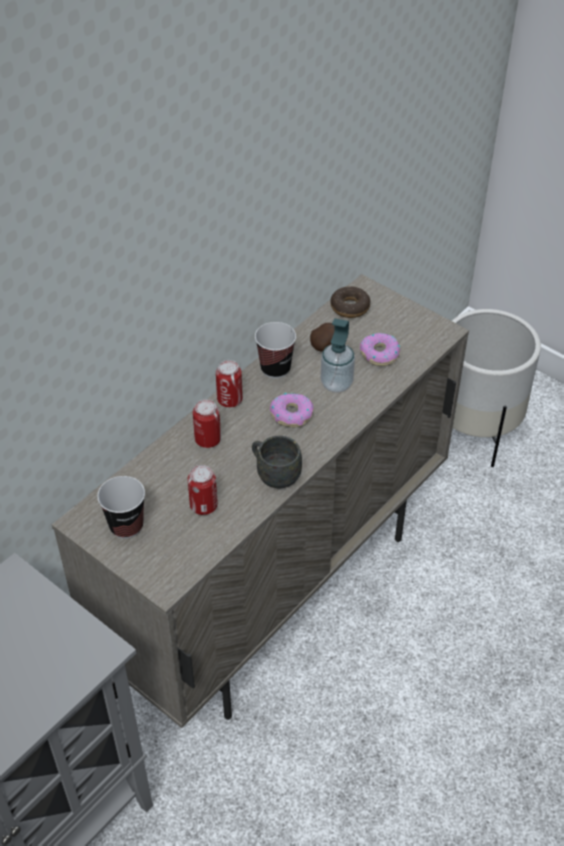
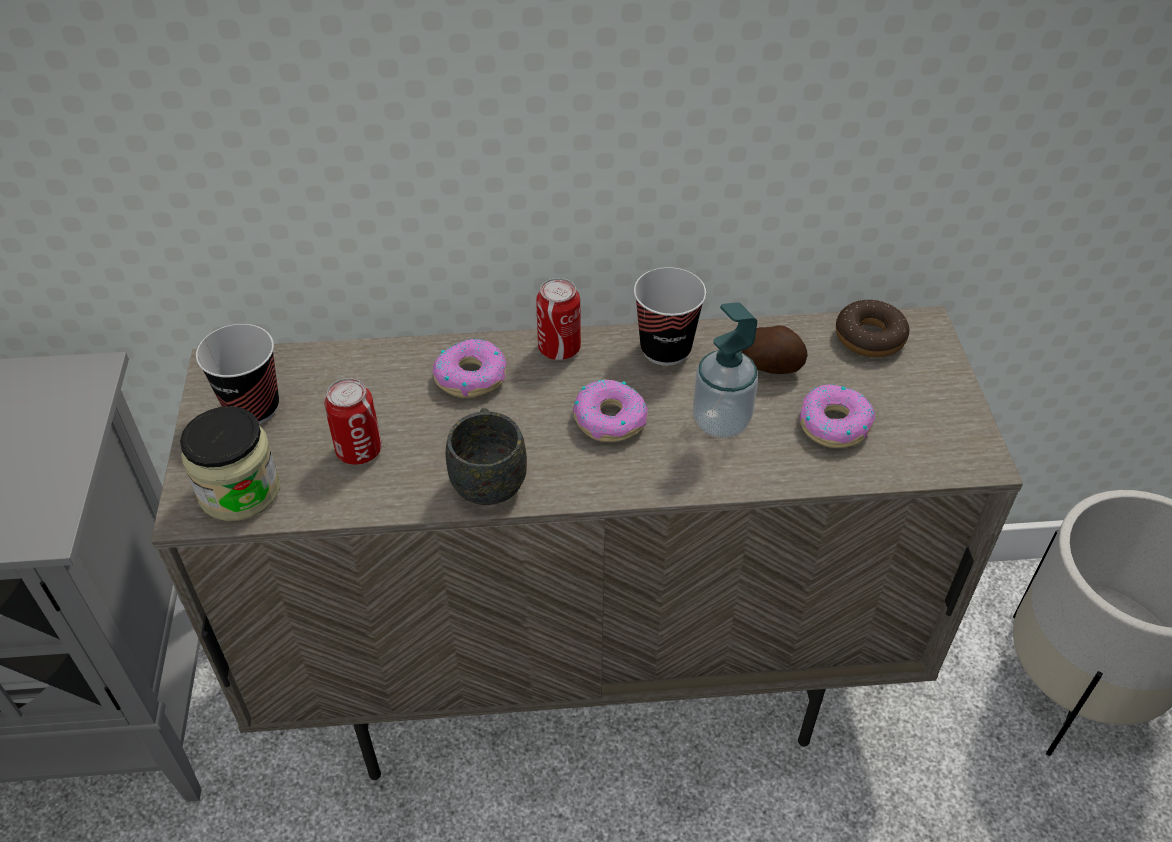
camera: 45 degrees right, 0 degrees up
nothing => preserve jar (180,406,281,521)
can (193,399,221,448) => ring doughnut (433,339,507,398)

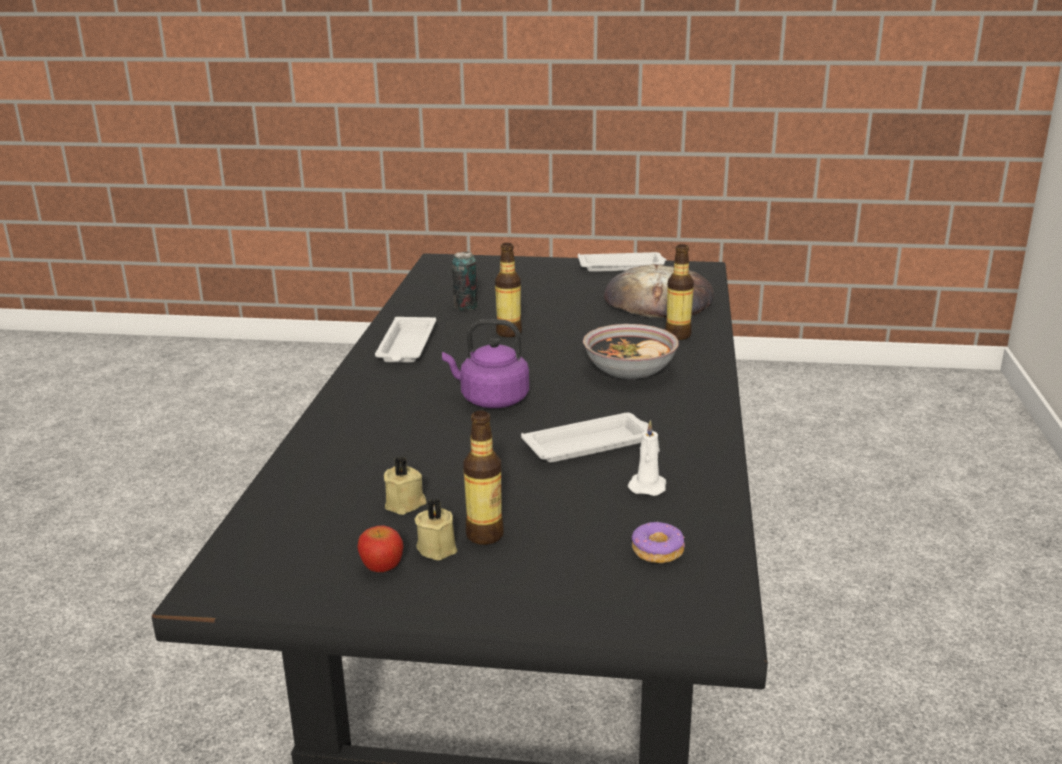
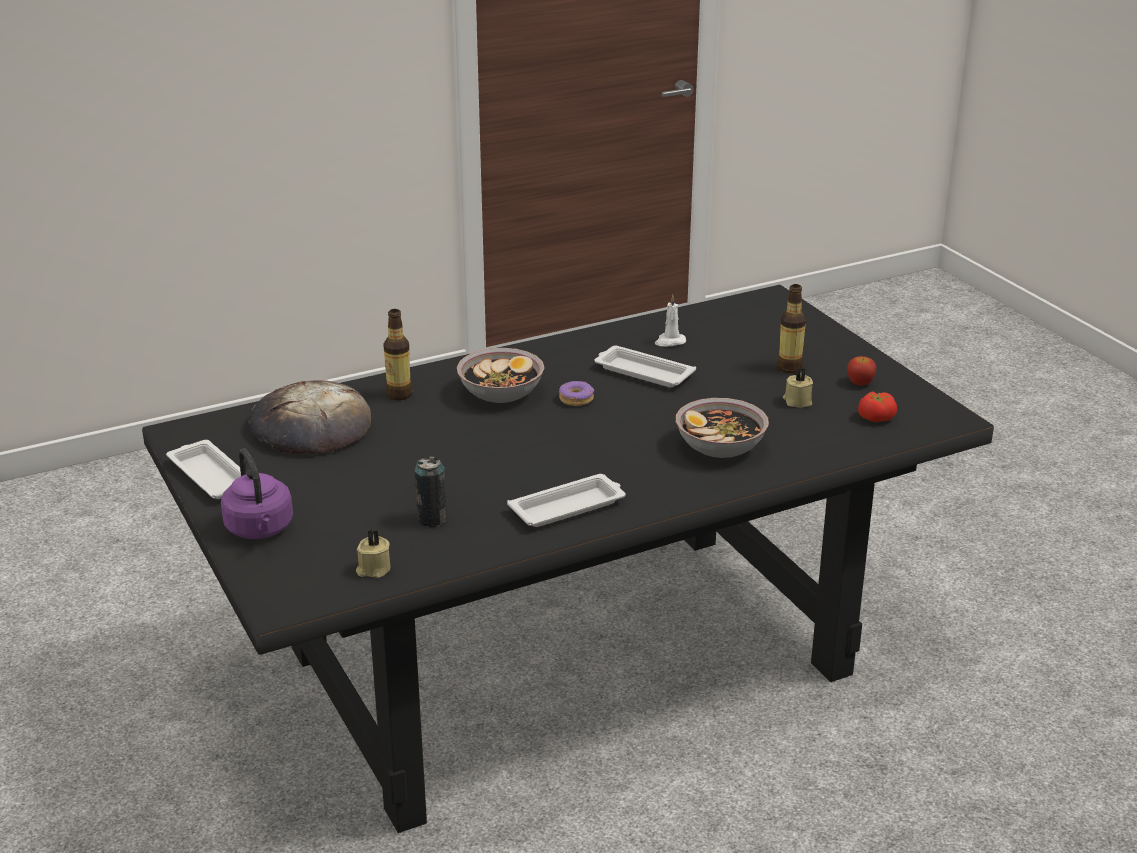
camera: 125 degrees left, 5 degrees up
drink bottle (495,243,522,337) => nothing
nothing => serving bowl (676,398,769,458)
nothing => tomato (858,391,897,422)
sand-coloured candle (415,499,457,560) => sand-coloured candle (356,530,391,578), moved
purple-coloured kettle (442,319,529,408) => purple-coloured kettle (221,448,293,539), moved
ring doughnut (632,522,685,563) => ring doughnut (559,381,594,406), moved

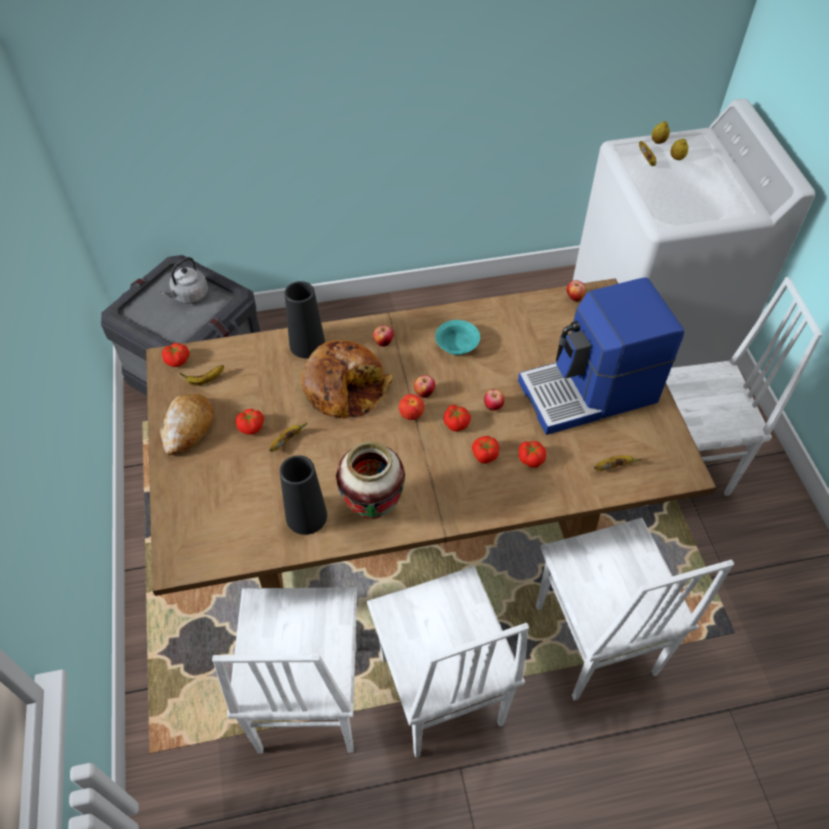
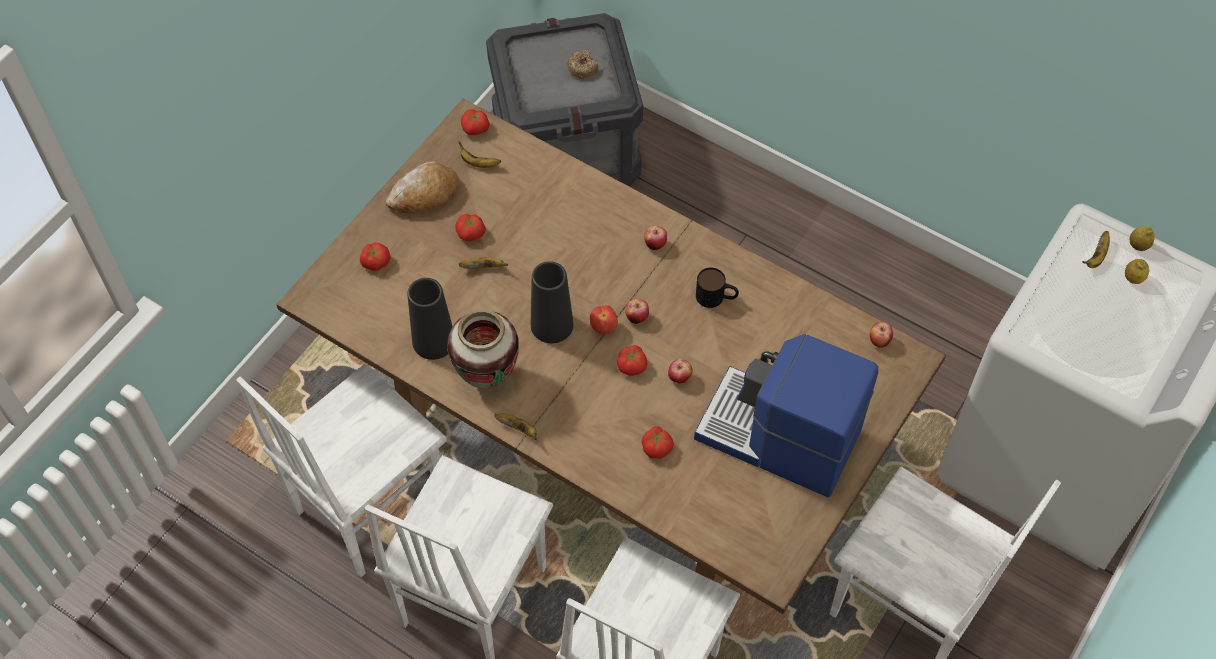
camera: 45 degrees right, 5 degrees up
baked bread (301,340,392,419) => nothing
blackish decorative vase (285,281,325,358) => blackish decorative vase (531,261,574,343), moved
tomato (472,436,500,464) => tomato (360,243,391,271), moved
whole banana (594,455,641,471) => whole banana (494,413,537,440), moved
grey kettle (161,257,208,304) => ring doughnut (567,50,598,79)
turquoise-coloured serving bowl (435,320,480,355) => mug (696,267,739,308)

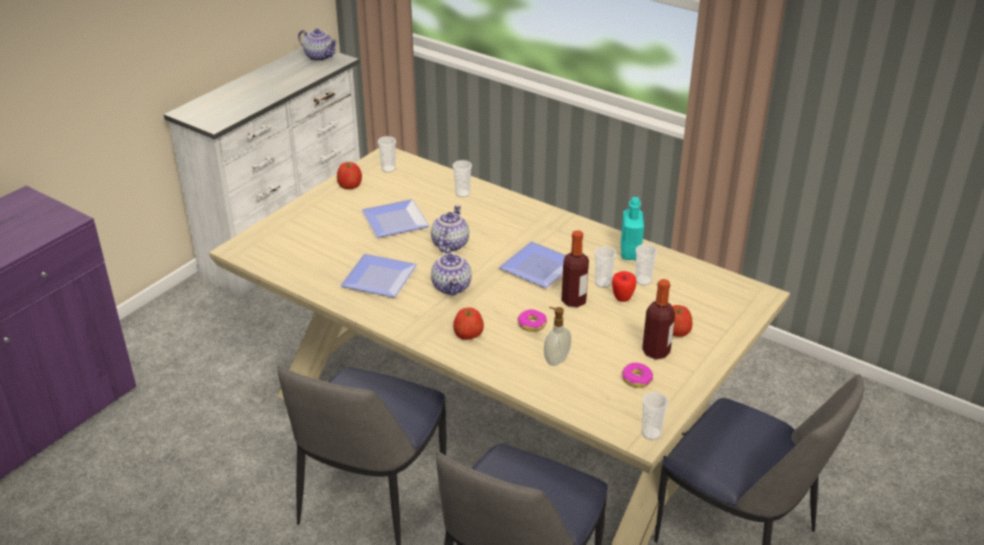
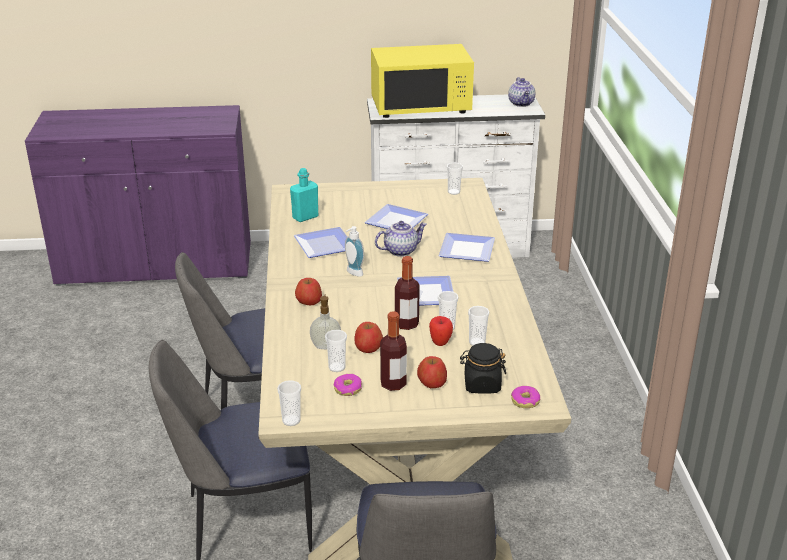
camera: 50 degrees right, 5 degrees down
nothing => yellow-coloured kitchen microwave (371,44,474,118)
nothing => flat dish (439,233,495,262)
nothing => blackish preserve jar (460,343,506,394)
apple (337,162,362,189) => apple (355,322,383,353), moved
cup (453,160,472,197) => cup (325,330,347,372), moved
ring doughnut (518,309,547,332) => ring doughnut (511,386,540,408), moved
turquoise-coloured drink bottle (621,197,644,260) => turquoise-coloured drink bottle (290,168,318,222), moved
tea pot (431,246,472,296) => soap bottle (345,226,364,277)

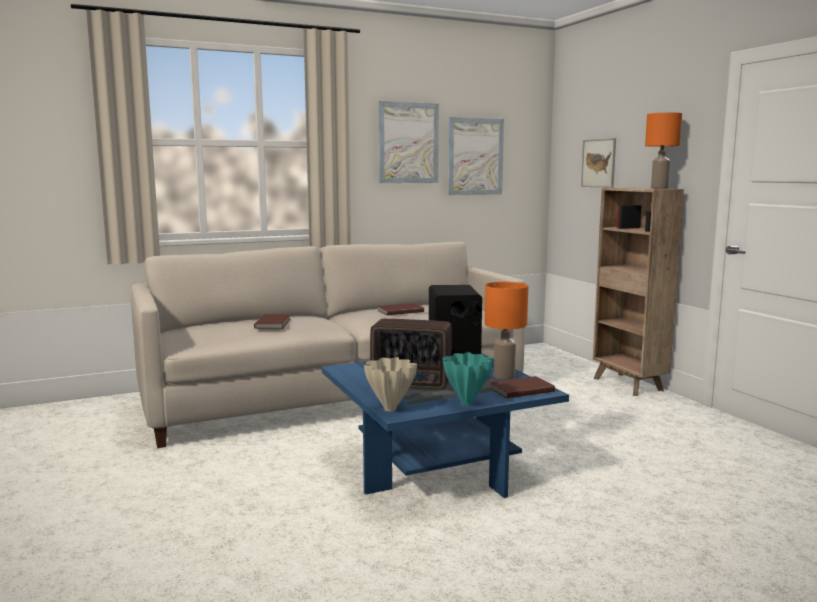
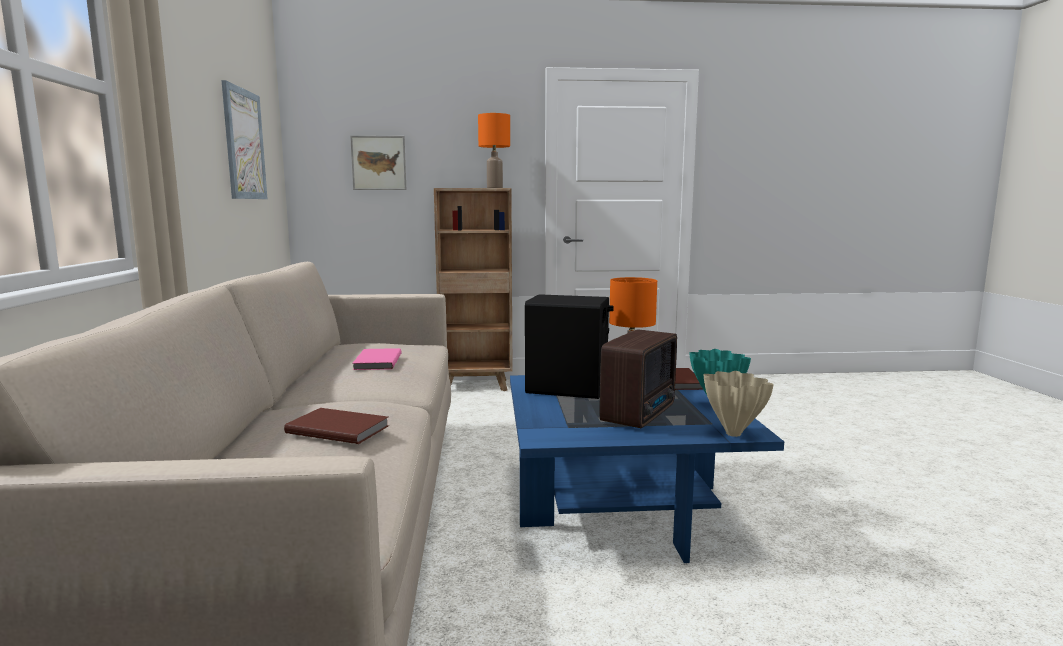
camera: 70 degrees left, 0 degrees up
picture (378,101,439,183) => nothing
brown-coloured book (378,303,424,315) => pinkish book (353,348,402,370)

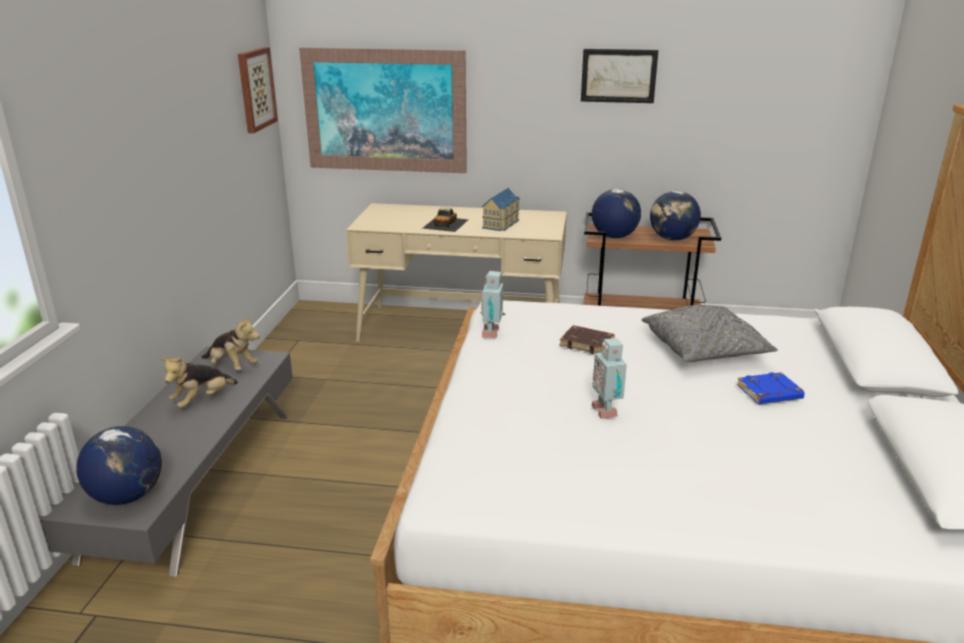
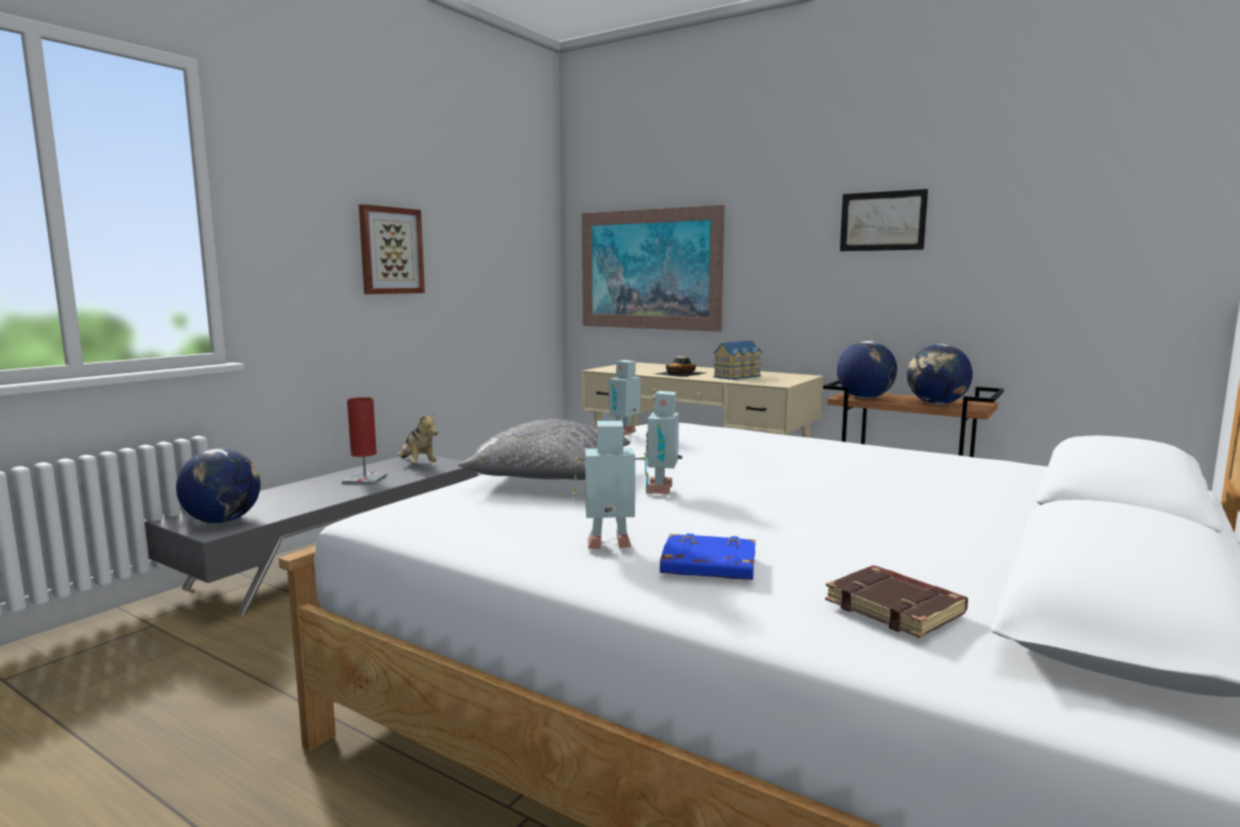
camera: 25 degrees right, 15 degrees down
nothing => model robot (574,421,648,549)
picture (238,47,278,133) => picture (359,204,425,294), moved
brown-coloured book (560,325,615,354) => brown-coloured book (825,566,968,638), moved
grey cushion (642,305,778,362) => grey cushion (458,419,630,480), moved
blue book (737,372,805,404) => blue book (660,533,756,580), moved
cuddly toy (161,357,238,408) => red tabletop lamp (342,397,387,484)

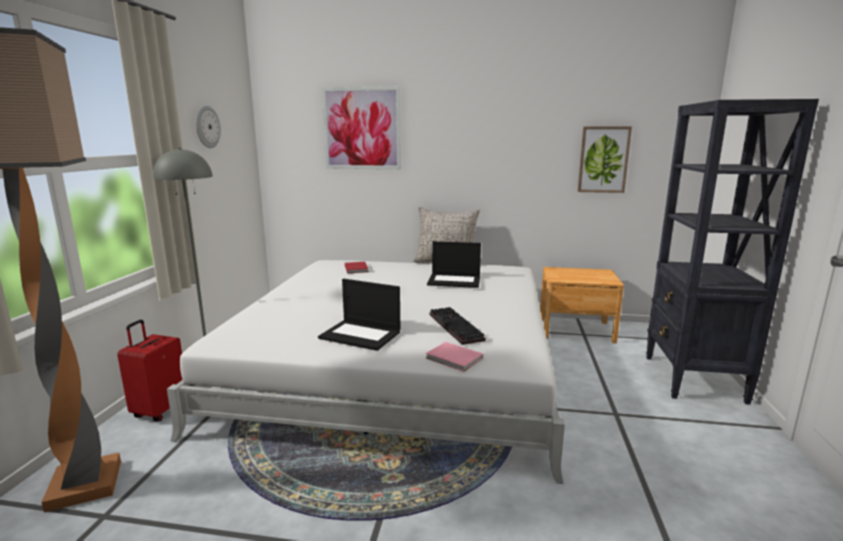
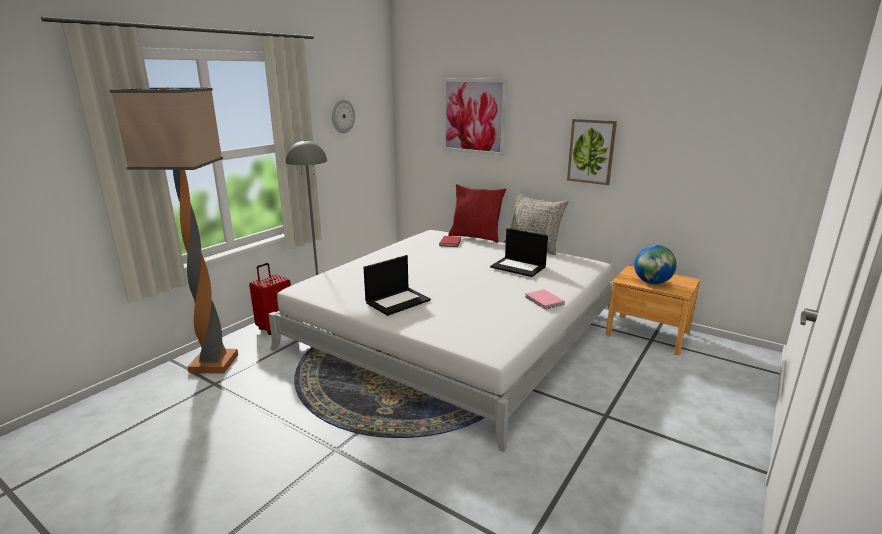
camera: 25 degrees right, 5 degrees up
computer keyboard (429,307,486,345) => nothing
blackish bookcase (646,99,819,405) => nothing
nothing => red cushion (448,184,506,243)
nothing => desk globe (634,245,677,284)
pinkish book (426,342,483,372) => pinkish book (525,289,565,310), moved
picture (578,126,632,193) => picture (567,119,617,185), moved
portable computer (318,279,400,351) => portable computer (364,255,431,316), 90 degrees counterclockwise

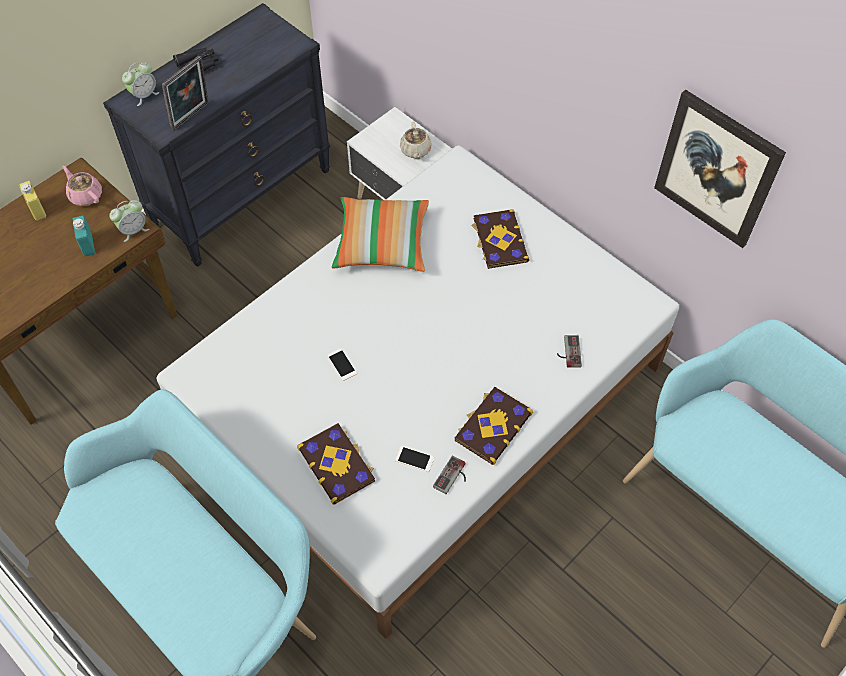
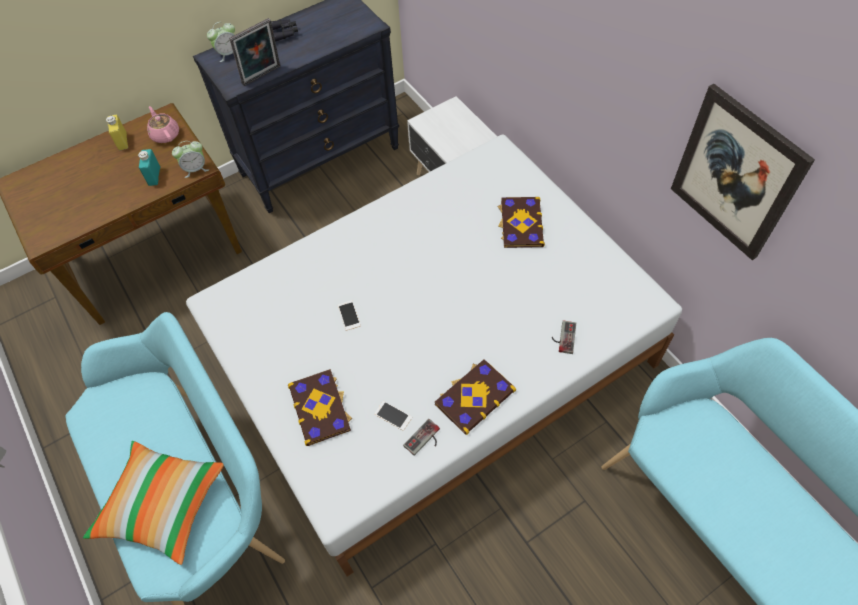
camera: 15 degrees right, 0 degrees up
sand-coloured tea pot (400,122,432,159) => nothing
cushion (331,197,429,272) => cushion (83,441,224,565), moved

